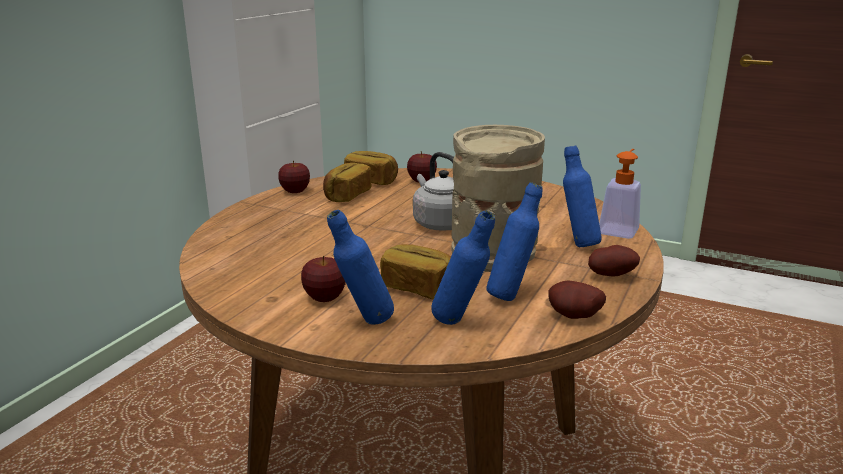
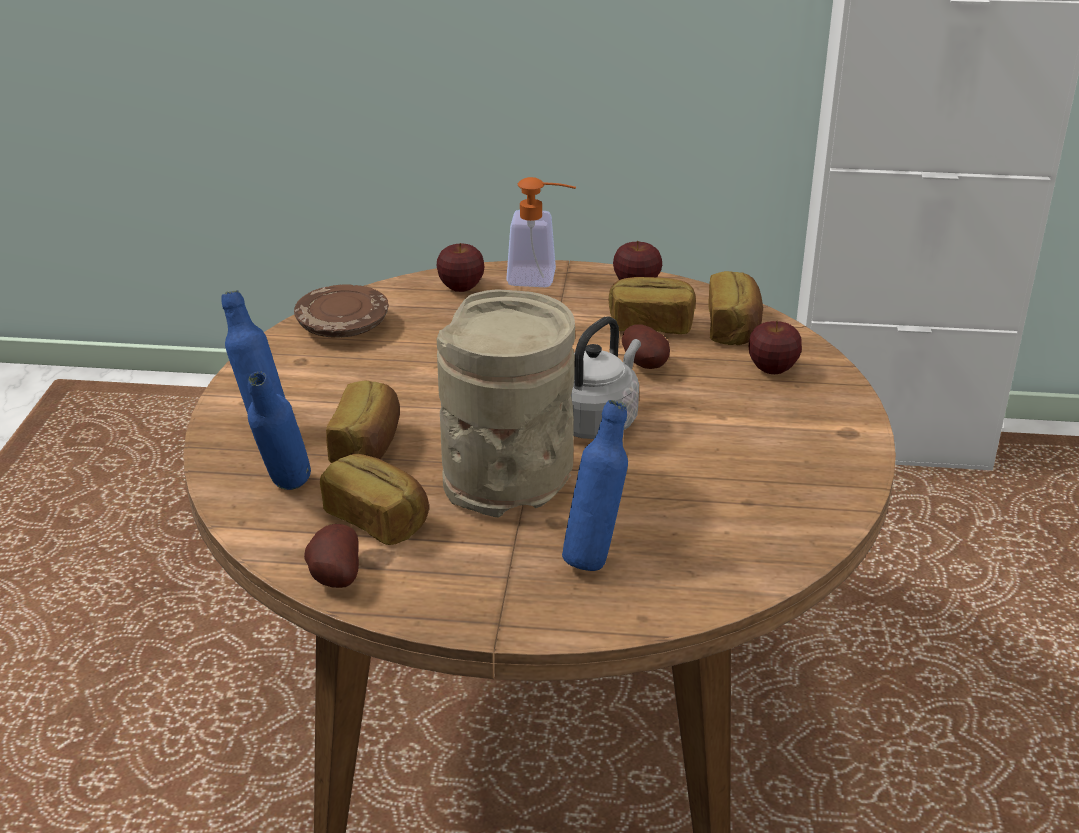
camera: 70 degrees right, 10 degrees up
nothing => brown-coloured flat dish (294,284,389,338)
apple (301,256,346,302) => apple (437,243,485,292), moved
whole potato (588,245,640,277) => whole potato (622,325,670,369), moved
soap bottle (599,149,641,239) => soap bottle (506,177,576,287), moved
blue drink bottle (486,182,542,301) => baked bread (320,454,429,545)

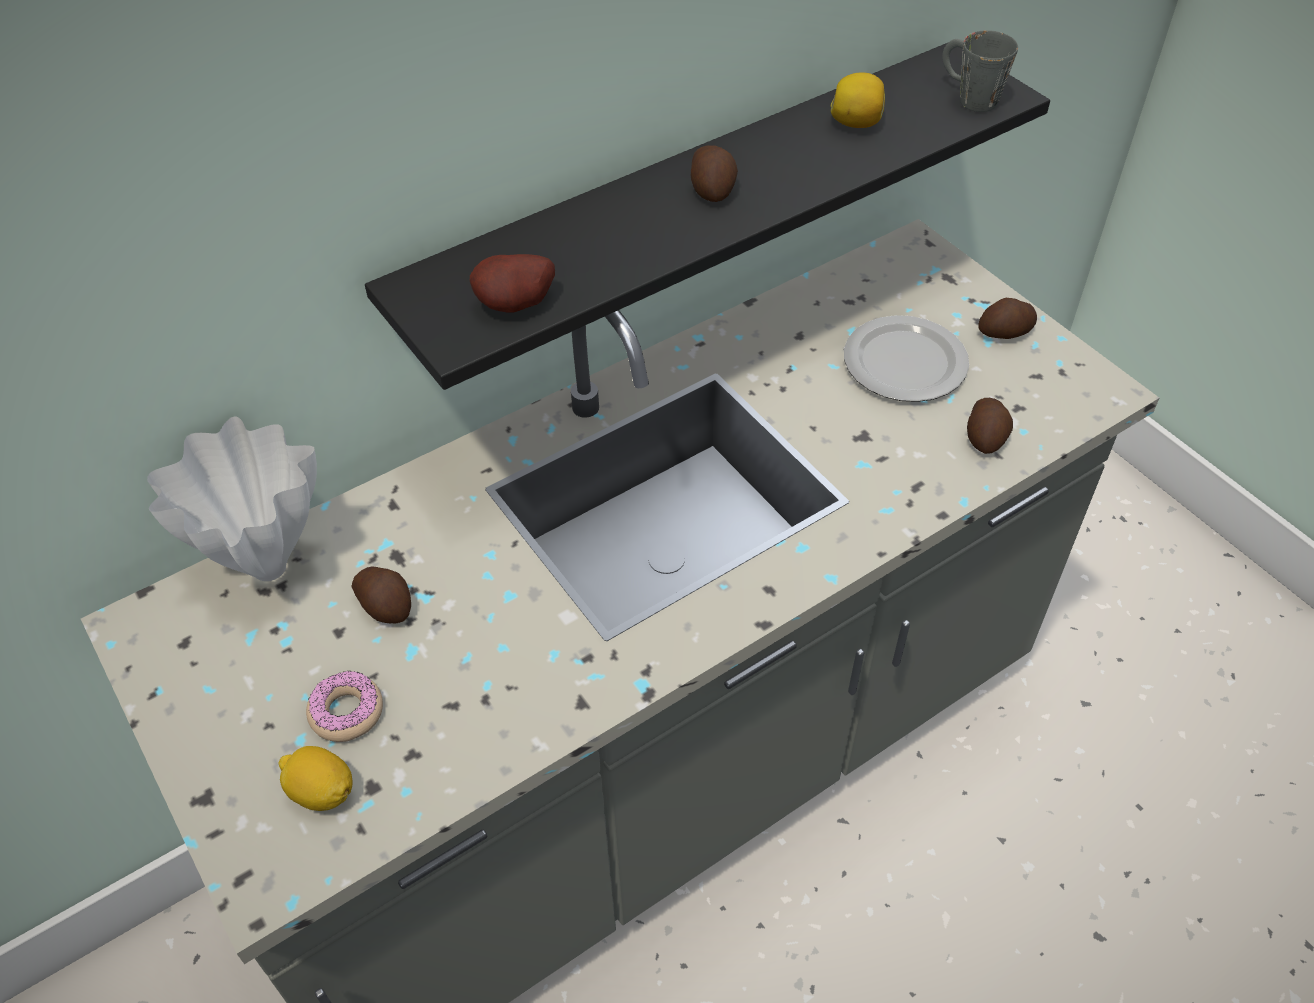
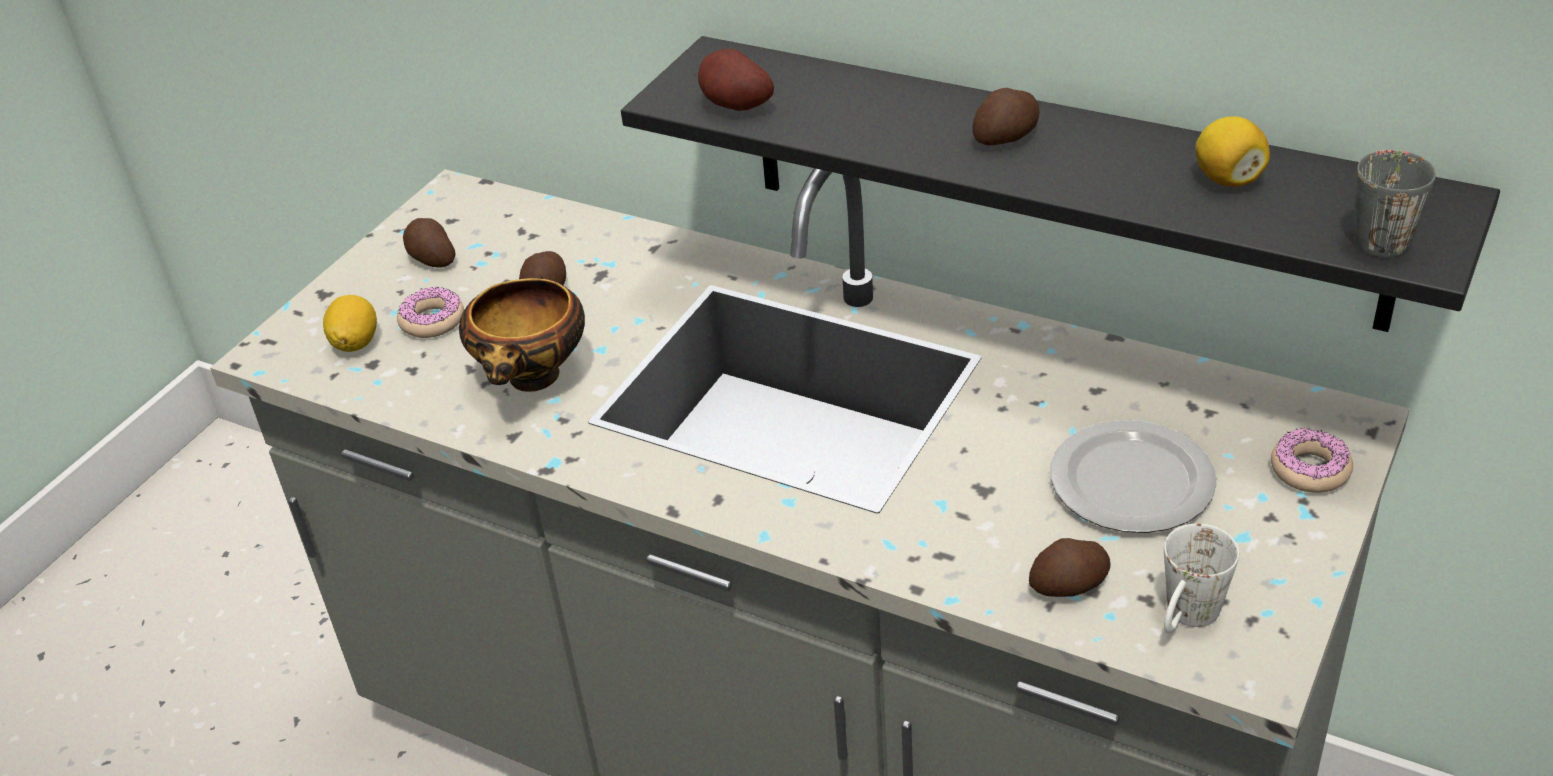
camera: 65 degrees right, 10 degrees down
white-coloured decorative vase (147,416,317,581) => nothing
nothing => serving bowl (459,275,585,392)
nothing => white-coloured mug (1164,524,1239,634)
nothing => ring doughnut (1271,428,1353,493)
whole potato (978,298,1037,339) => whole potato (403,218,455,267), moved

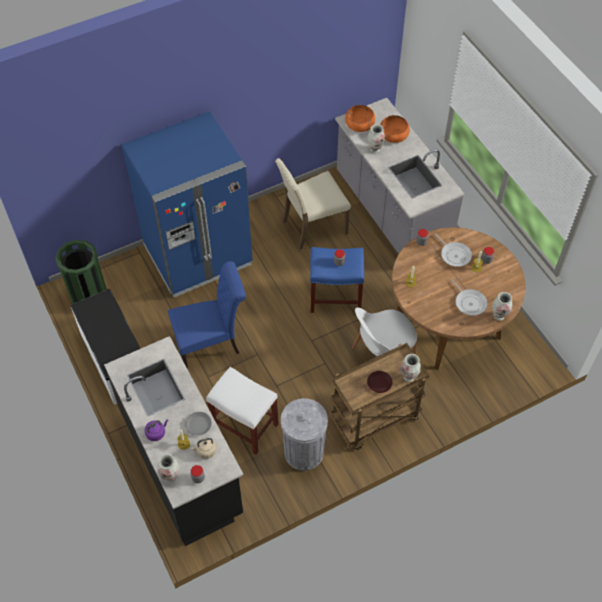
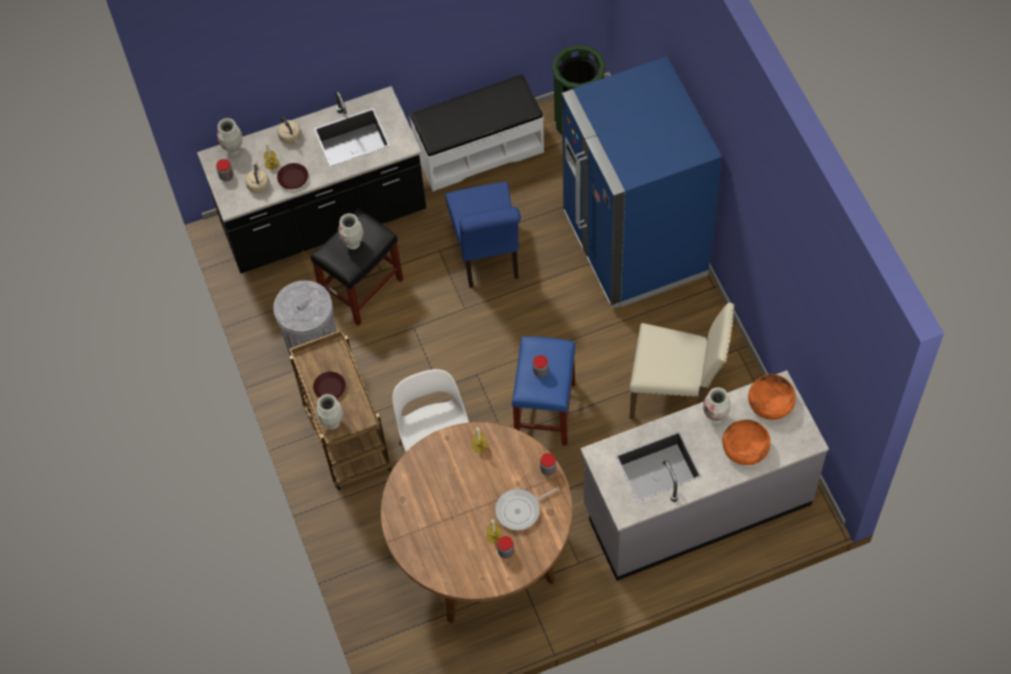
camera: 100 degrees right, 5 degrees up
frying pan (451,279,487,316) => nothing
decorative vase (492,292,512,321) => decorative vase (338,213,363,249), moved
purple-coloured kettle (144,420,168,441) => sand-coloured kettle (277,117,301,144)
grey flat dish (185,412,212,436) => brown-coloured flat dish (277,163,308,189)
white-coloured stool (206,367,279,455) => blackish stool (311,209,403,326)
sand-coloured upright chair (275,158,351,250) => sand-coloured upright chair (629,303,734,419), 120 degrees clockwise

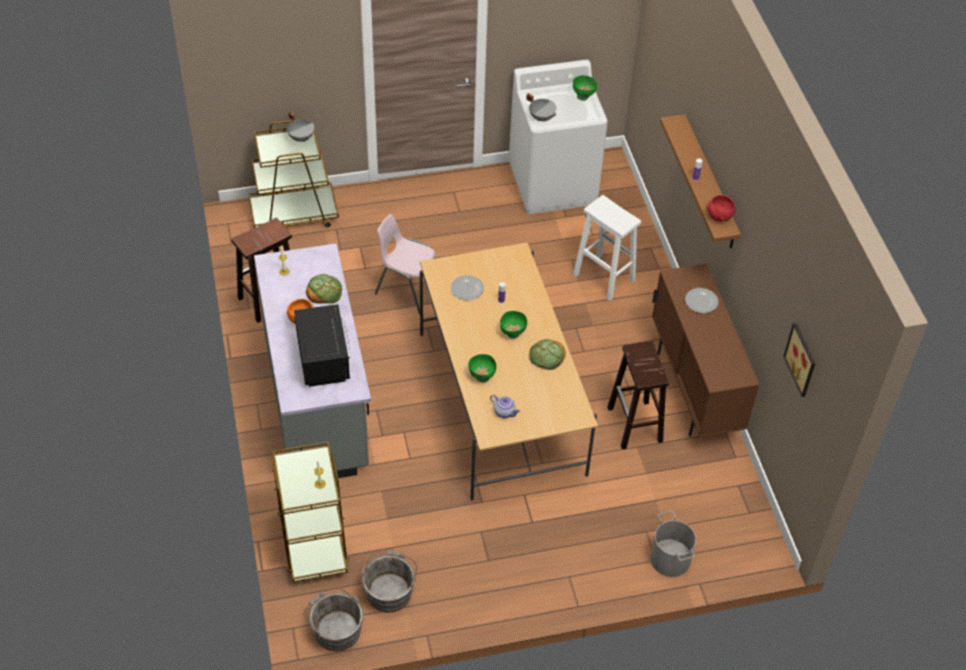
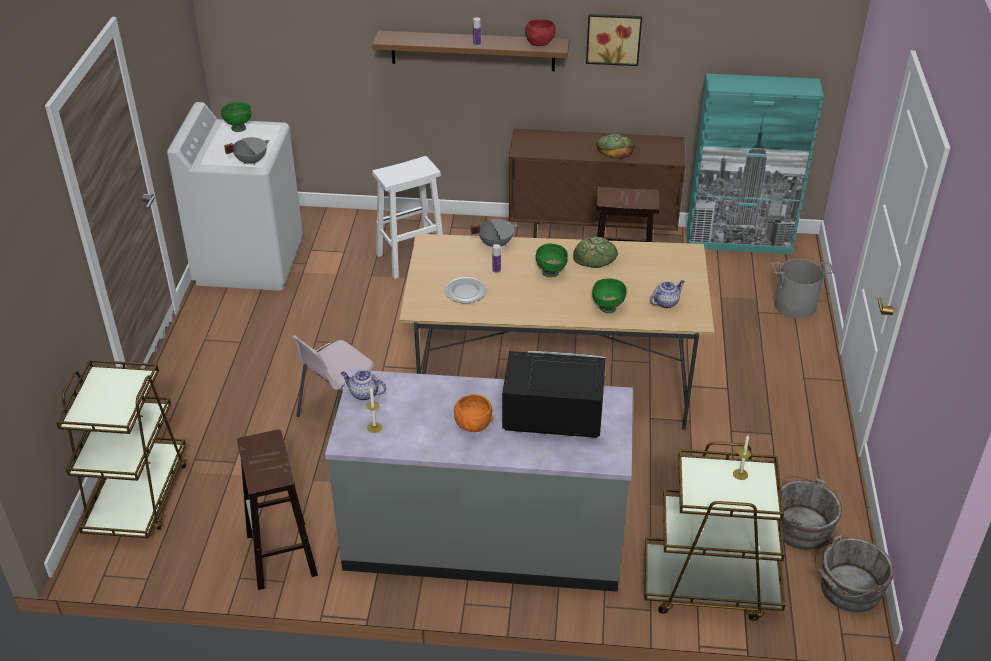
camera: 70 degrees left, 10 degrees down
flat dish (685,288,719,313) => nothing
nothing => tea pot (341,370,386,401)
nothing => turquoise-coloured storage cabinet (687,74,824,254)
grey stockpot (287,112,314,142) => grey stockpot (471,219,518,247), moved
baked bread (306,274,342,304) => baked bread (596,134,635,159), moved
picture (783,323,815,397) => picture (586,14,642,66), moved

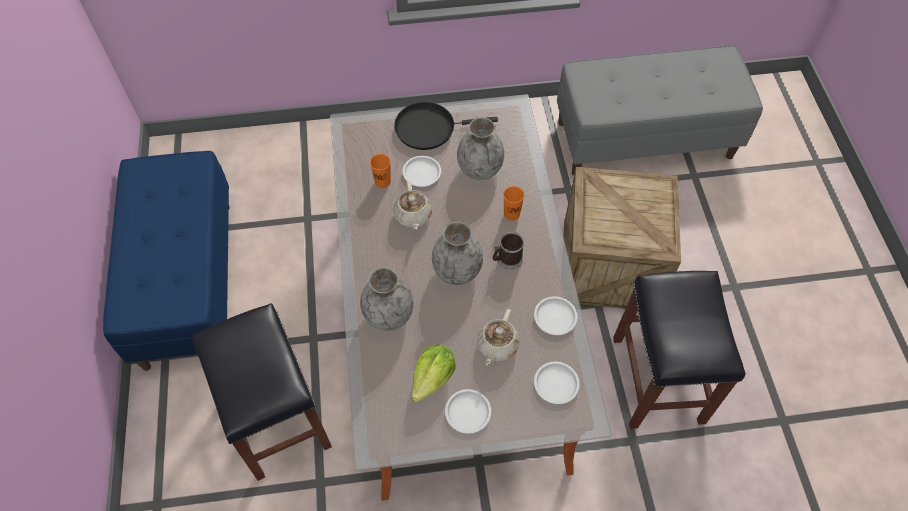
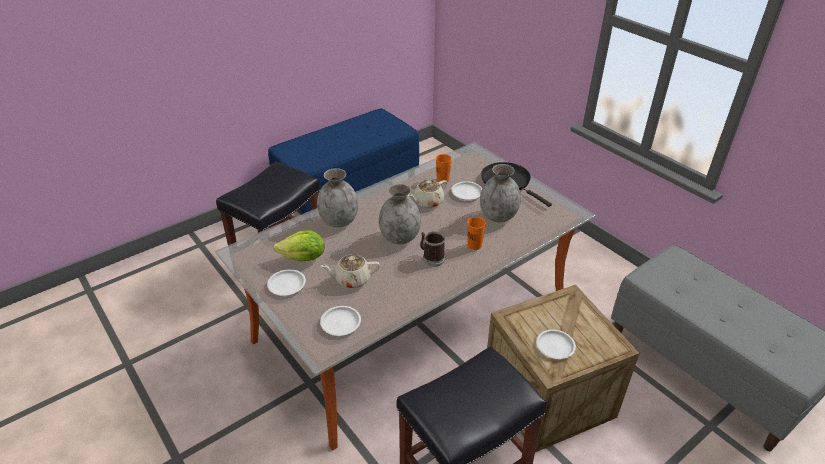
camera: 60 degrees right, 20 degrees down
white-coloured flat dish (534,296,578,335) => white-coloured flat dish (536,329,576,359), moved

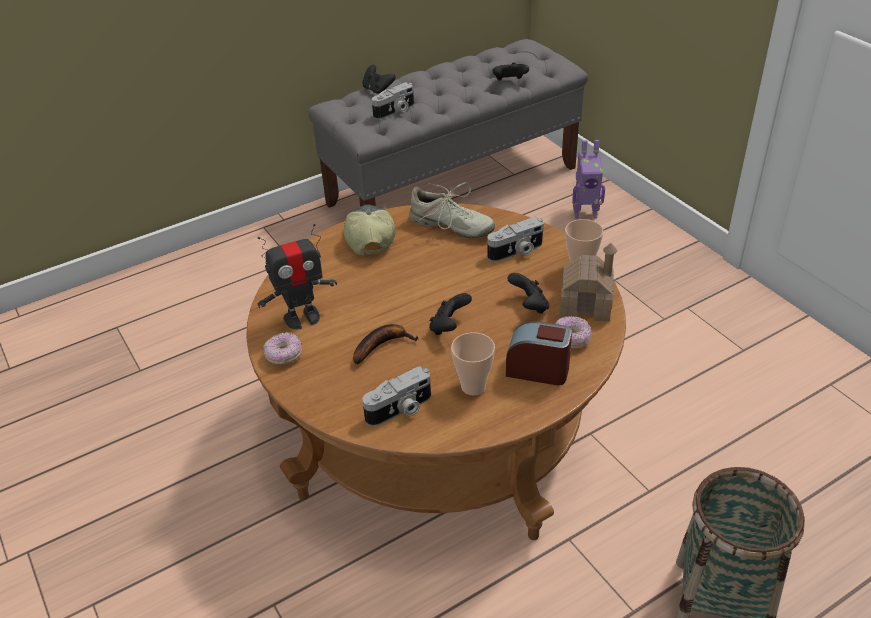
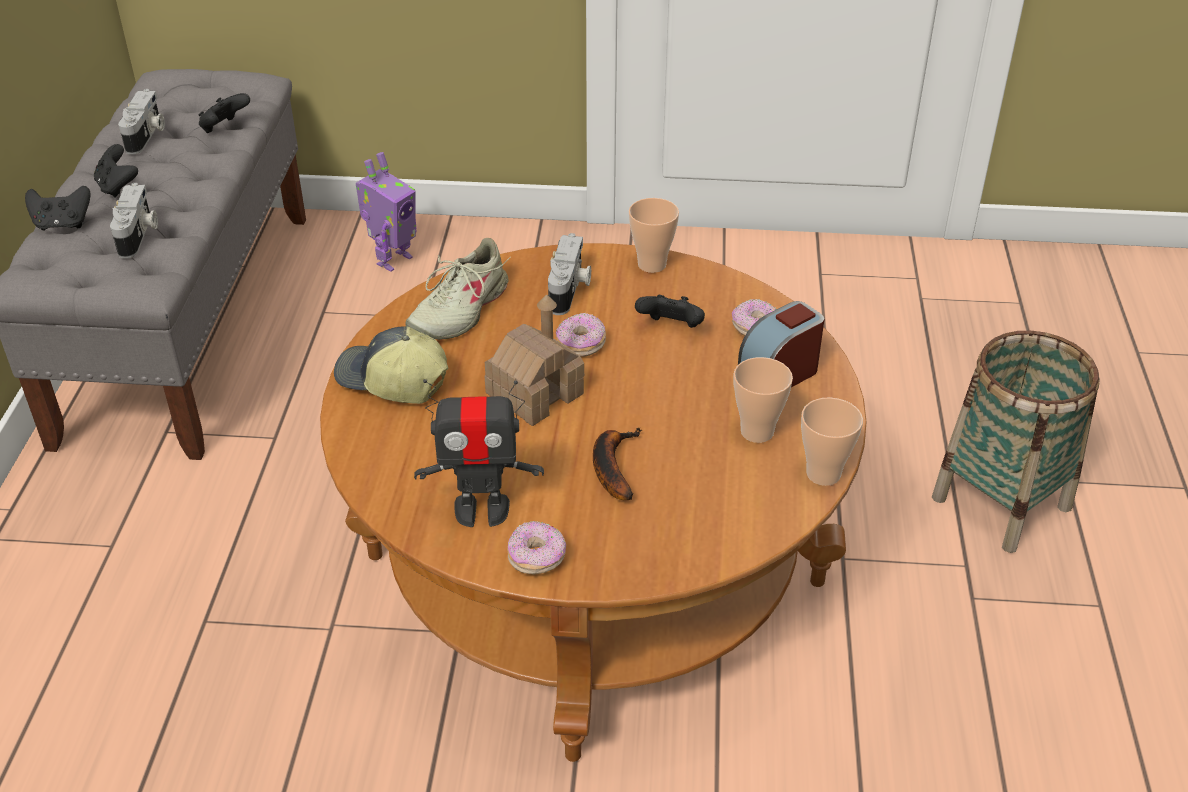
camera: 55 degrees left, 0 degrees up
nothing => ring doughnut (556,313,606,357)
nothing => cup (801,398,863,486)
photo camera (362,366,431,426) => photo camera (118,89,165,155), moved
blackish joypad (429,293,472,335) => blackish joypad (94,144,138,198), moved
miniature house (559,243,617,321) => miniature house (484,294,584,426), moved
model robot (258,224,337,329) => model robot (414,379,544,527), 75 degrees clockwise
sand-coloured item of footwear (409,182,495,238) => sand-coloured item of footwear (405,238,511,340), 150 degrees clockwise

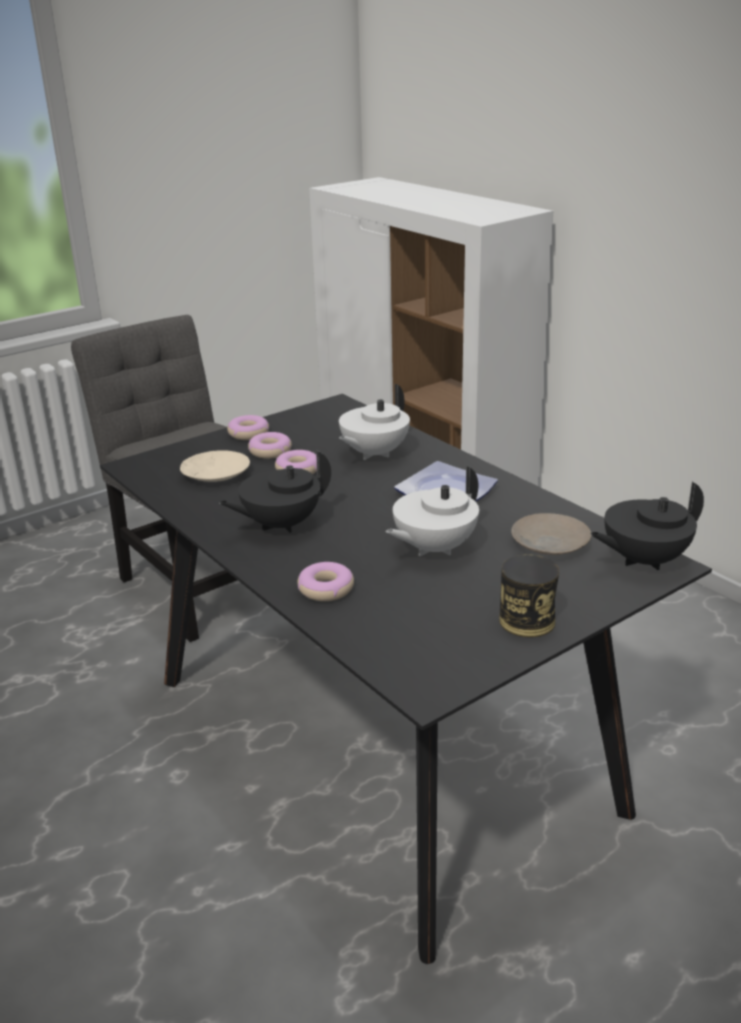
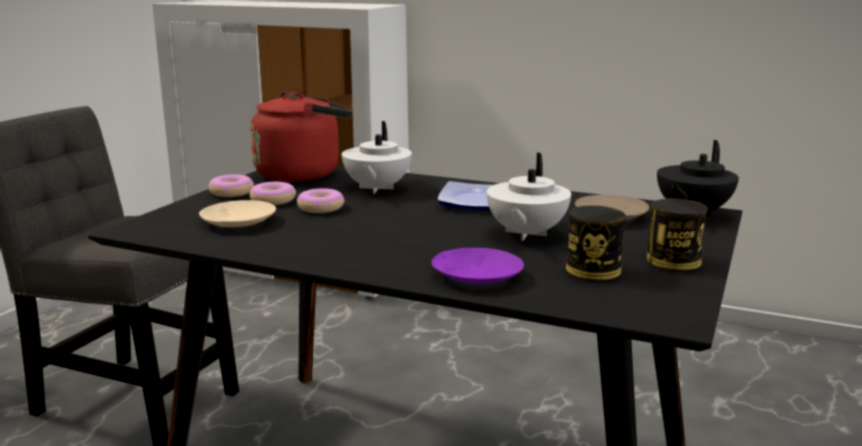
camera: 30 degrees left, 10 degrees down
blackish tea pot (219,450,331,533) => nothing
nothing => red kettle (250,92,352,182)
nothing => can (566,206,626,281)
ring doughnut (298,562,354,601) => purple-coloured flat dish (431,248,524,284)

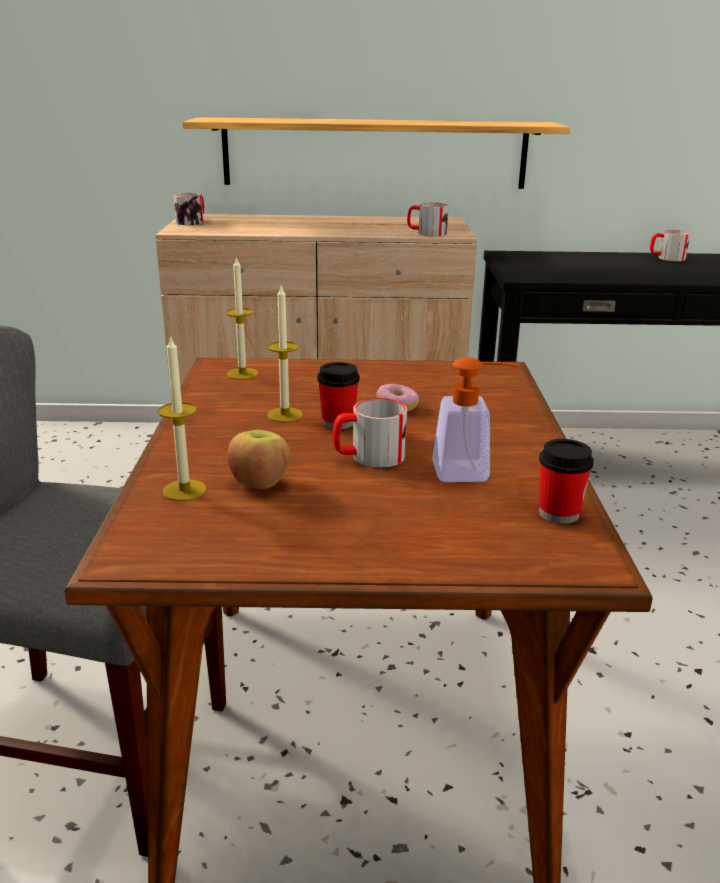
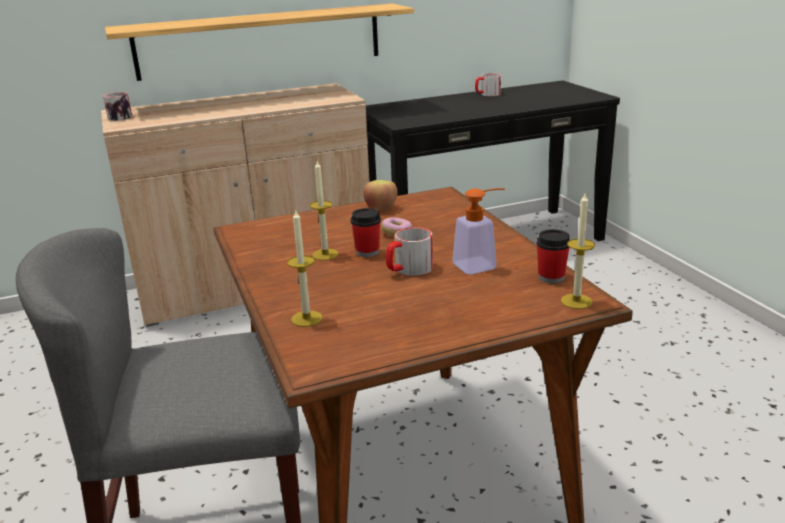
camera: 20 degrees left, 0 degrees up
mug (407,203,449,236) => nothing
candle (226,256,258,380) => candle (561,194,595,309), moved
apple (227,430,290,489) => apple (363,180,398,211), moved

